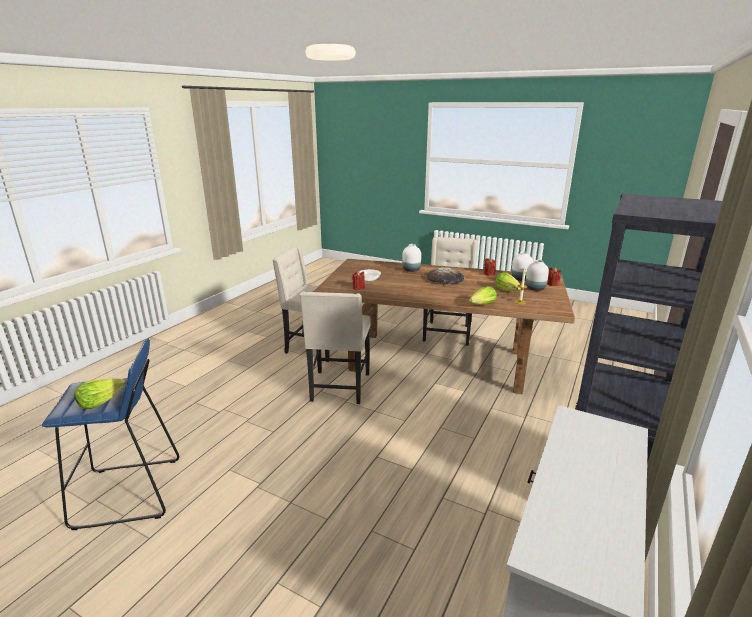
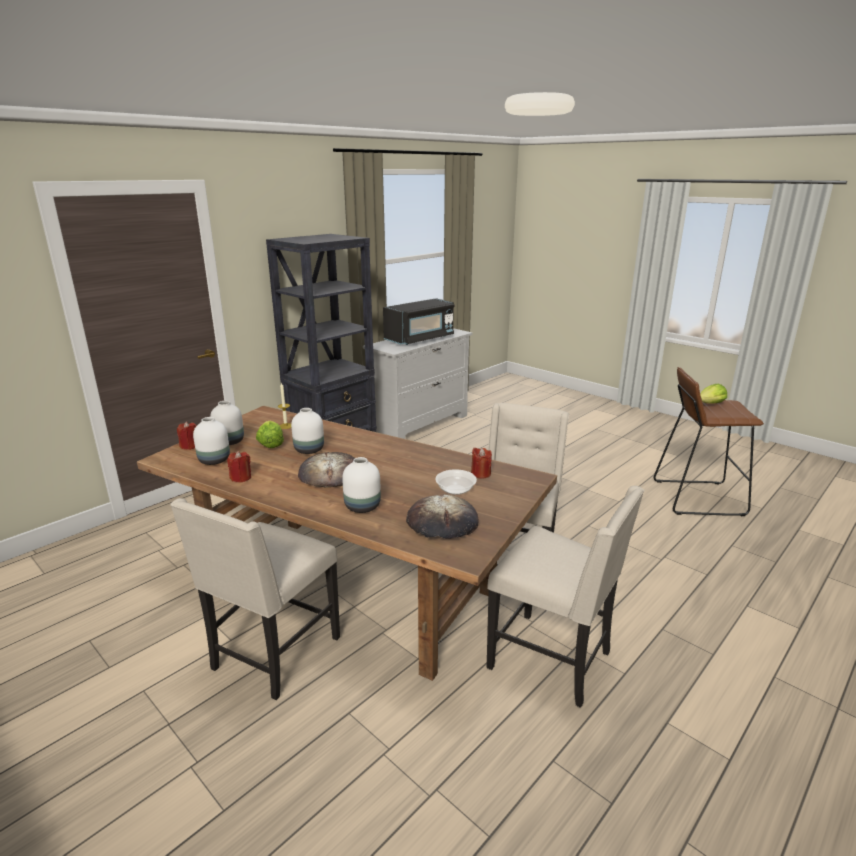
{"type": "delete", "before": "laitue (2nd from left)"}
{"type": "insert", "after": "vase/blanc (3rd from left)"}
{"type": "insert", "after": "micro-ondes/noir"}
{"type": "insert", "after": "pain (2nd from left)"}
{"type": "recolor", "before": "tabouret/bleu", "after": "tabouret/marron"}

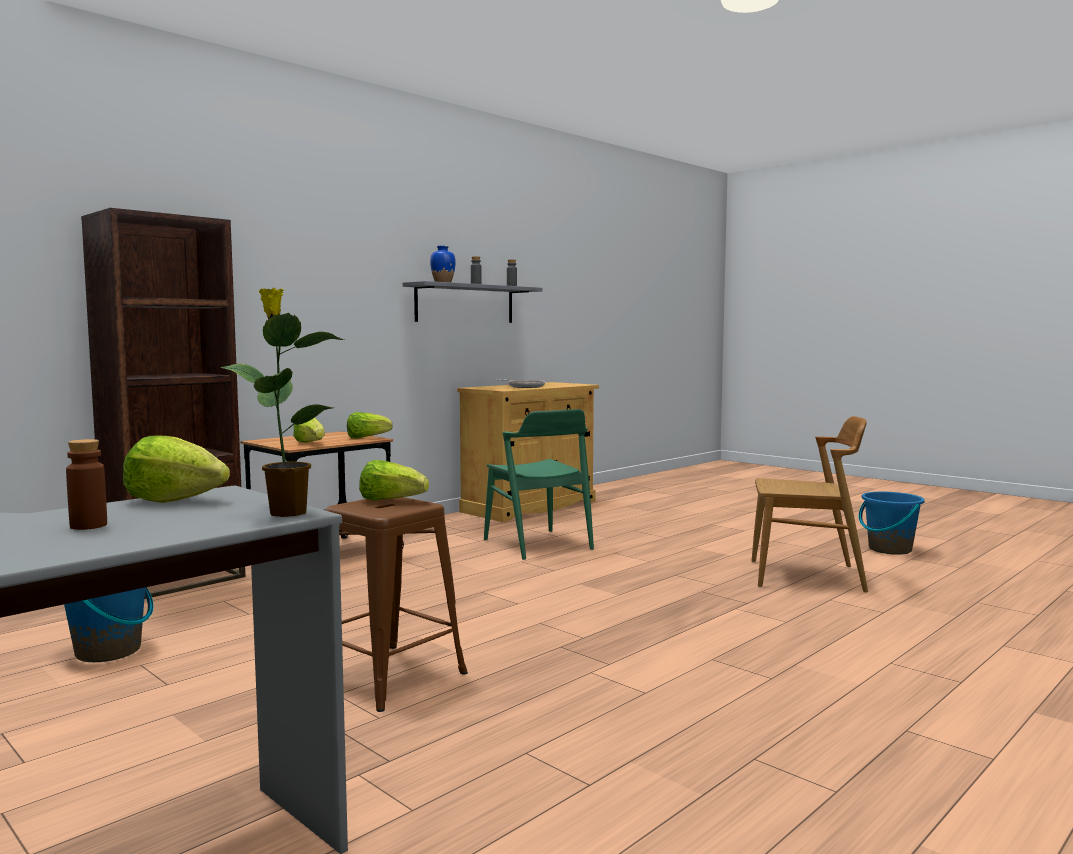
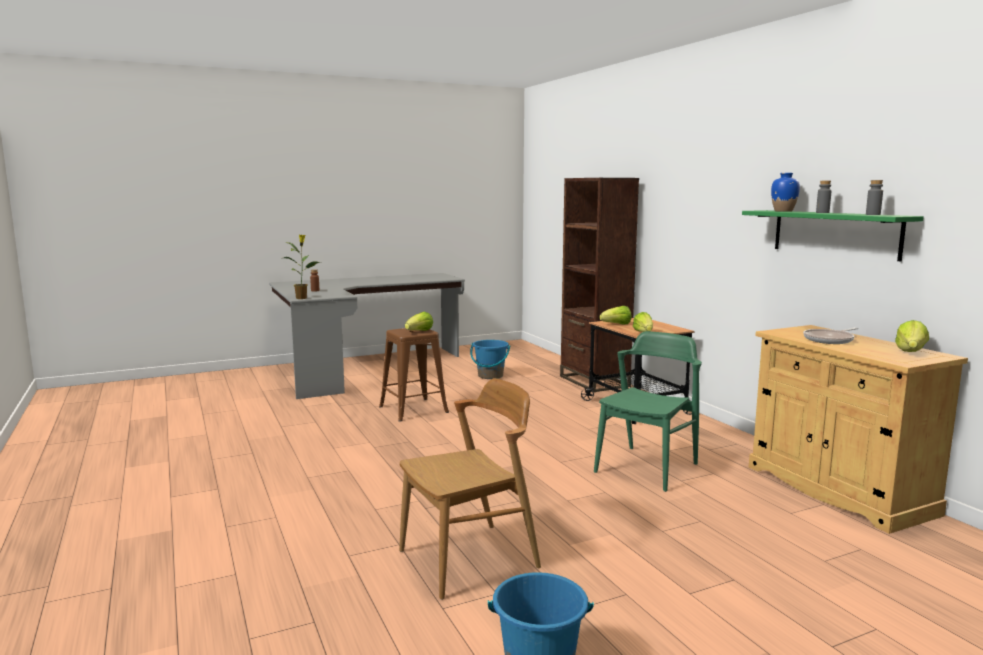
{"type": "move", "before": "laitue (1st from left in the first image)", "after": "laitue (4th from left)"}
{"type": "recolor", "before": "étagère/gris", "after": "étagère/vert"}
{"type": "rotate", "before": "chaise/vert", "turn": 135}
{"type": "rotate", "before": "chaise/marron", "turn": -150}

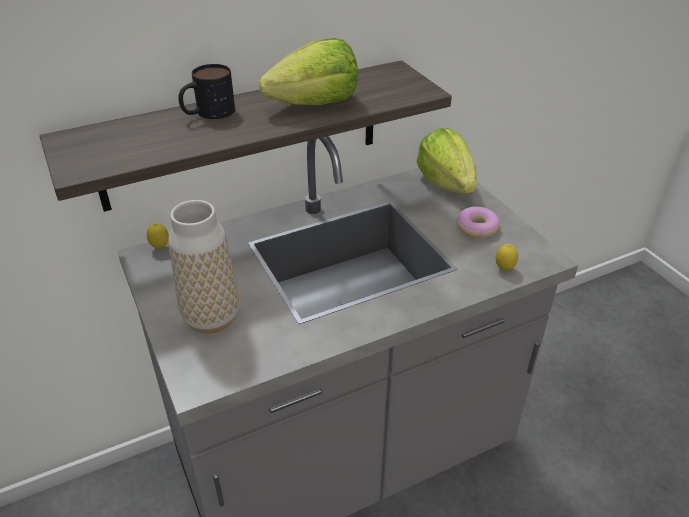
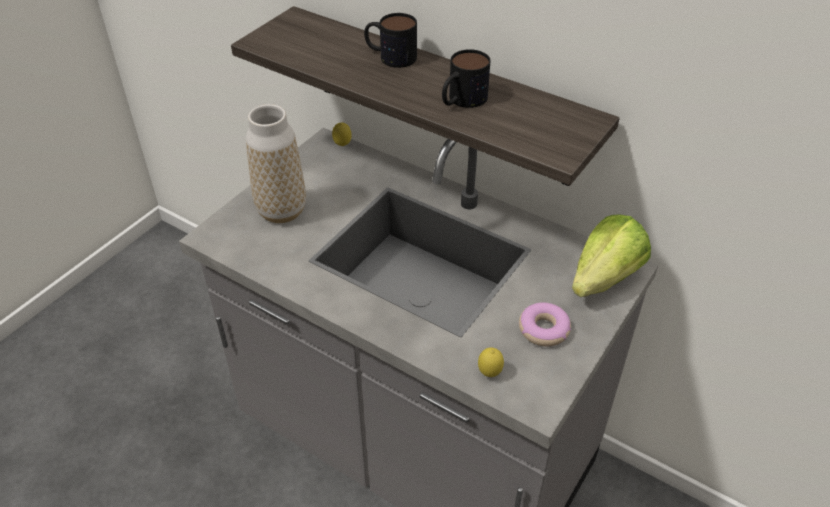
{"type": "replace", "before": "laitue (1st from left)", "after": "mug (2nd from left)"}

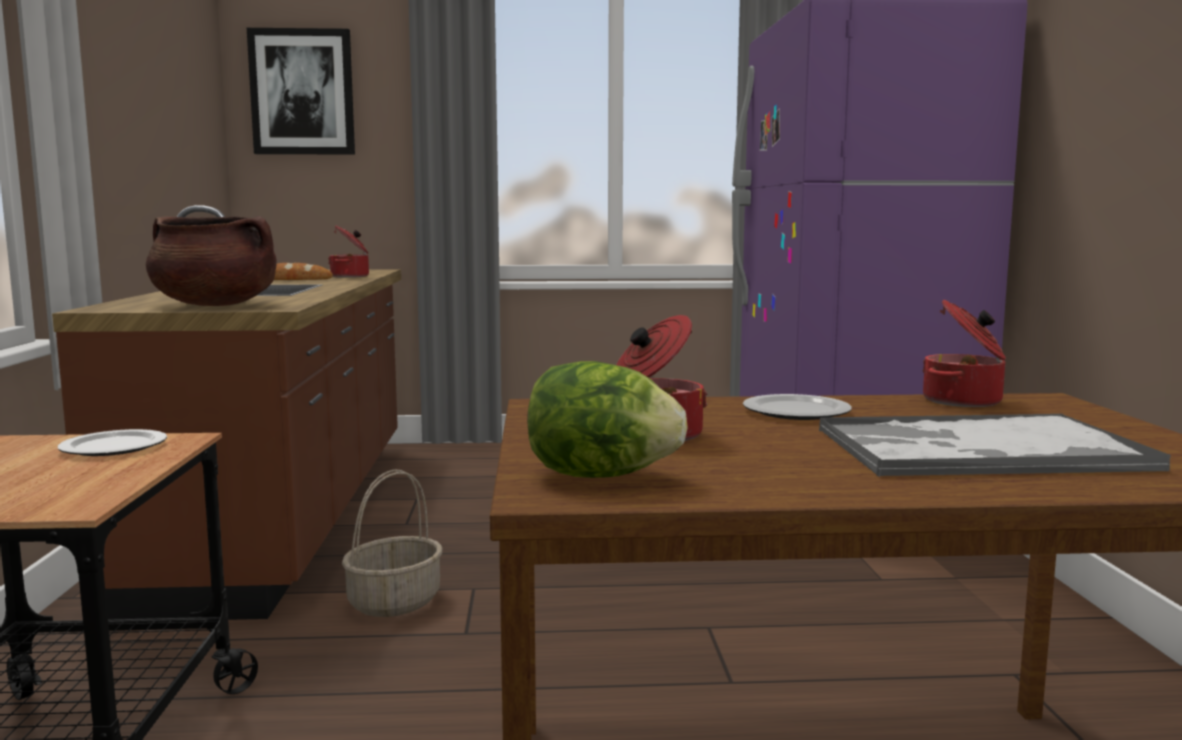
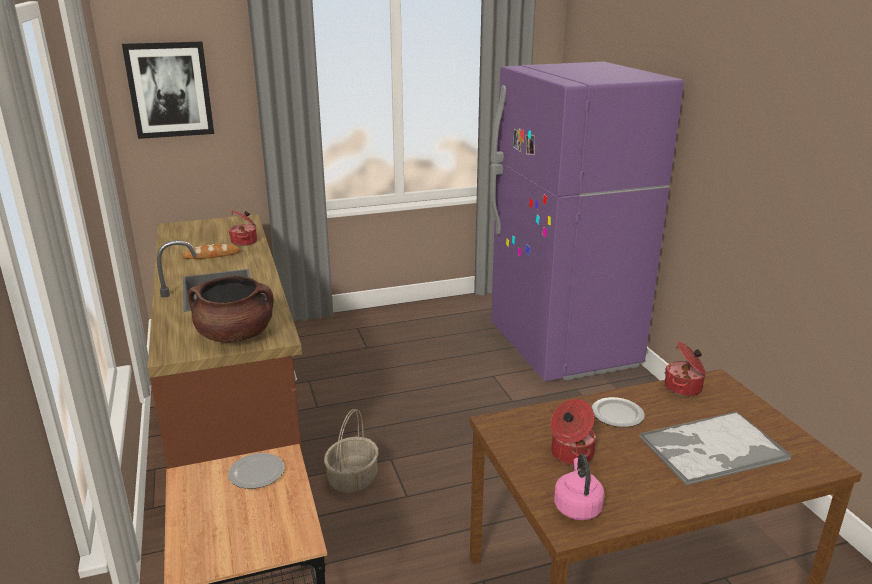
{"type": "replace", "before": "laitue", "after": "bouilloire/rose"}

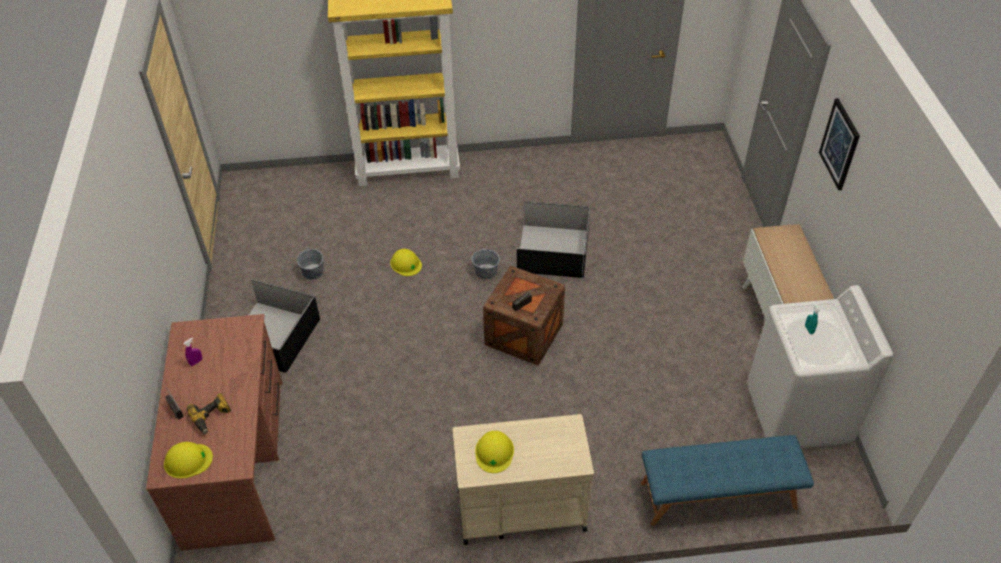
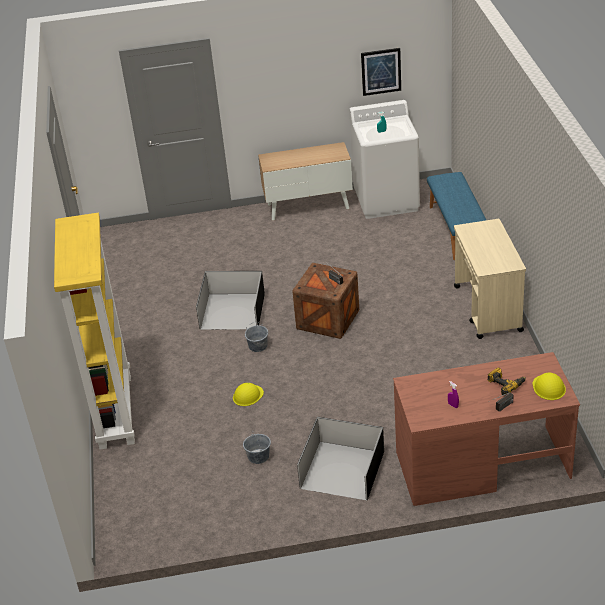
{"type": "delete", "before": "casque de chantier/jaune (3rd from left)"}
{"type": "move", "before": "tableau"}

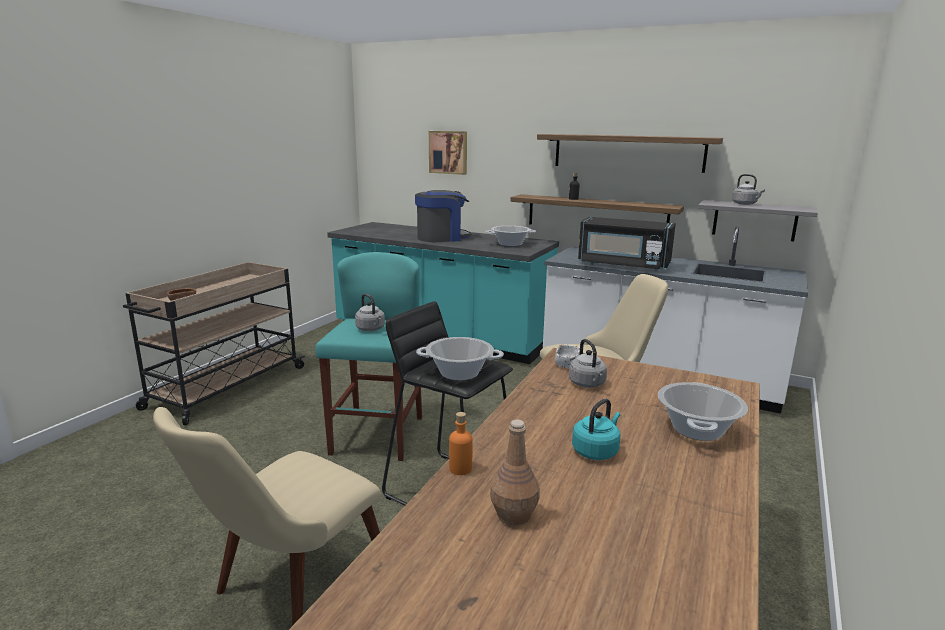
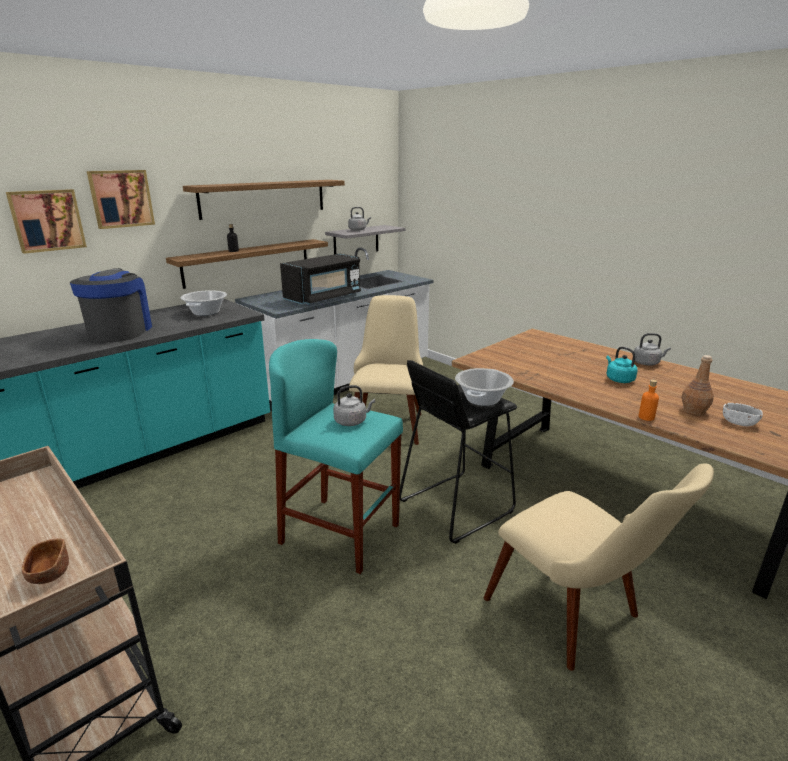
{"type": "delete", "before": "marmite (3rd from left)"}
{"type": "insert", "after": "tableau (2nd from left)"}
{"type": "move", "before": "bol/blanc"}
{"type": "move", "before": "bouilloire/gris (2nd from left in the first image)", "after": "bouilloire/gris (3rd from left)"}

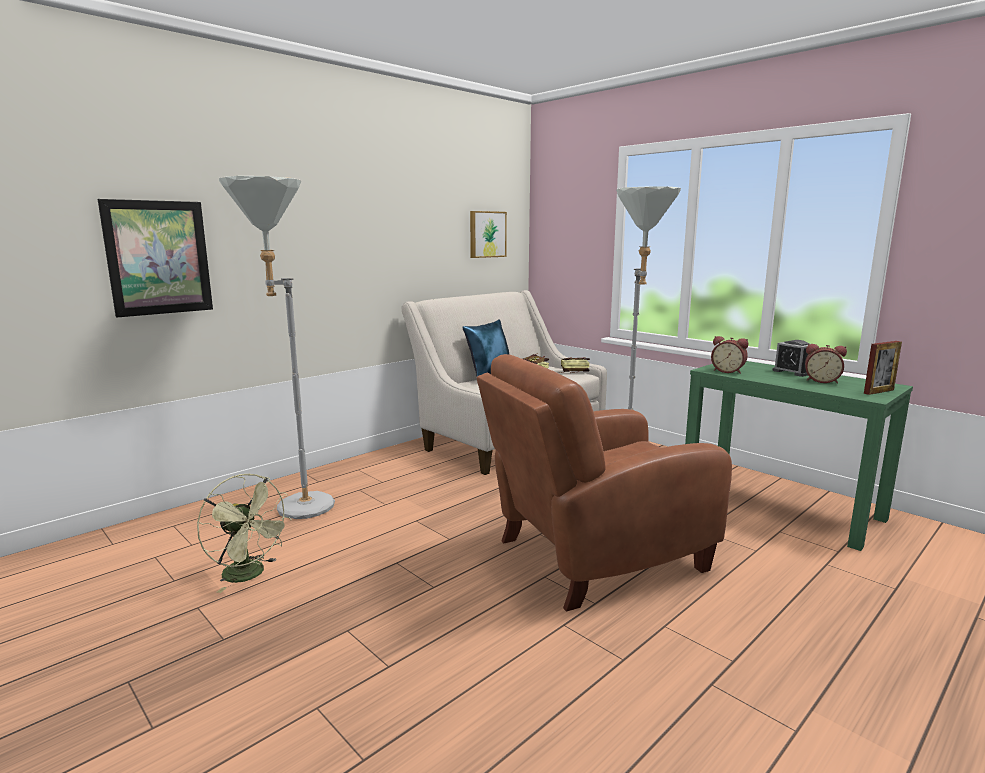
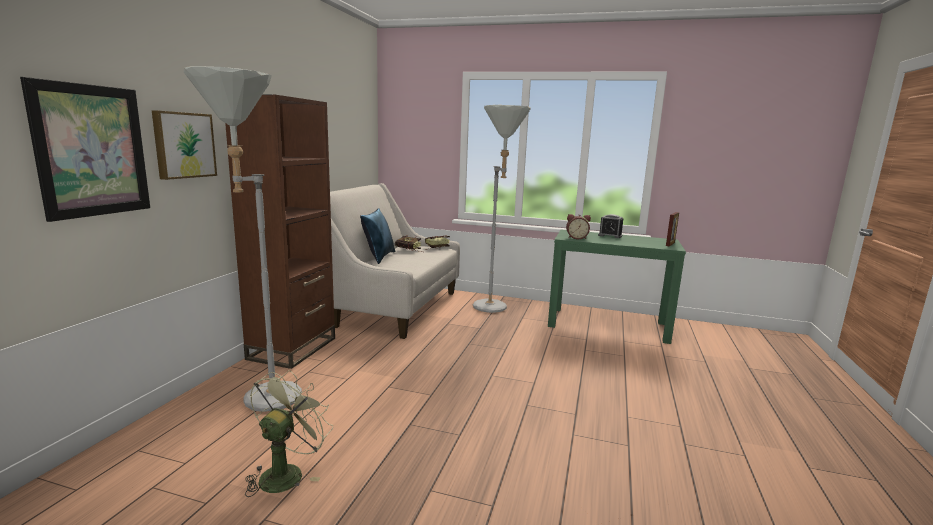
{"type": "delete", "before": "fauteuil/marron"}
{"type": "delete", "before": "réveil (3rd from left)"}
{"type": "insert", "after": "bibliothèque/marron"}
{"type": "move", "before": "tableau (2nd from left)"}
{"type": "rotate", "before": "ventilateur/vert", "turn": -75}

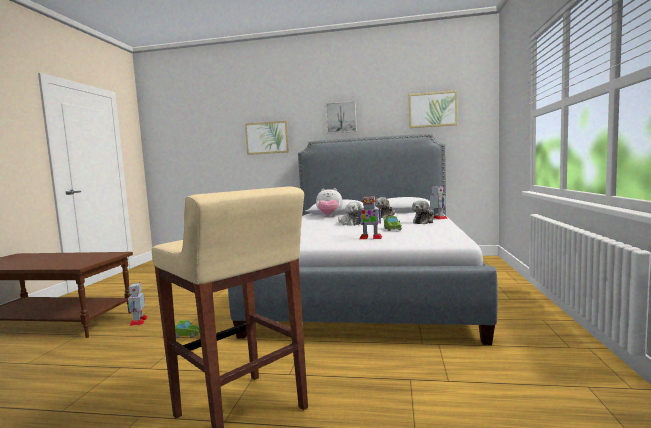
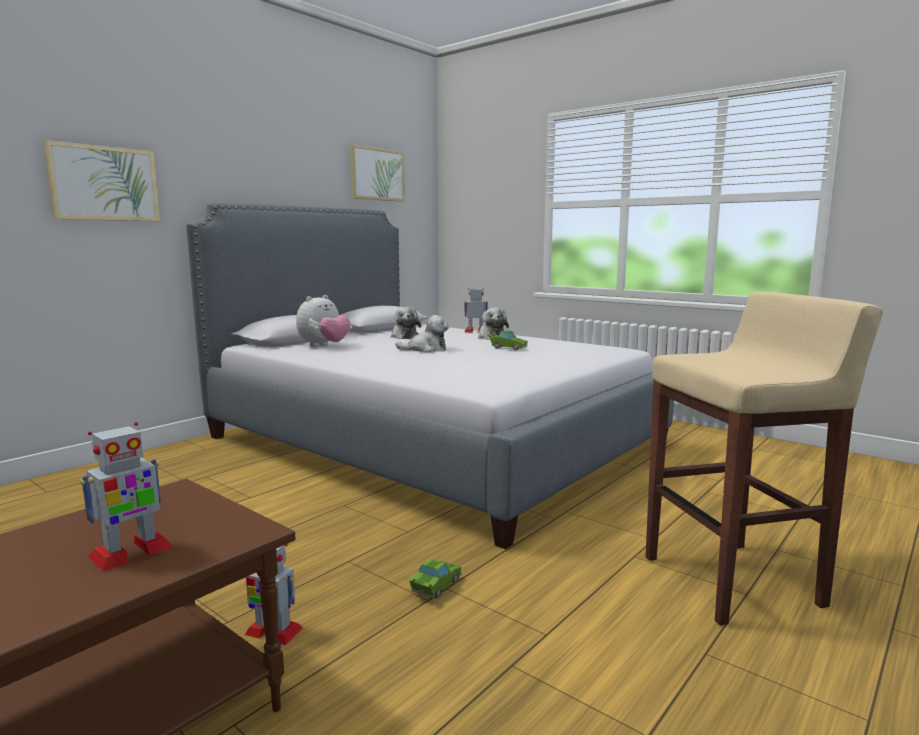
{"type": "delete", "before": "tableau (2nd from left)"}
{"type": "move", "before": "robot jouet (2nd from left in the first image)", "after": "robot jouet (1st from left)"}

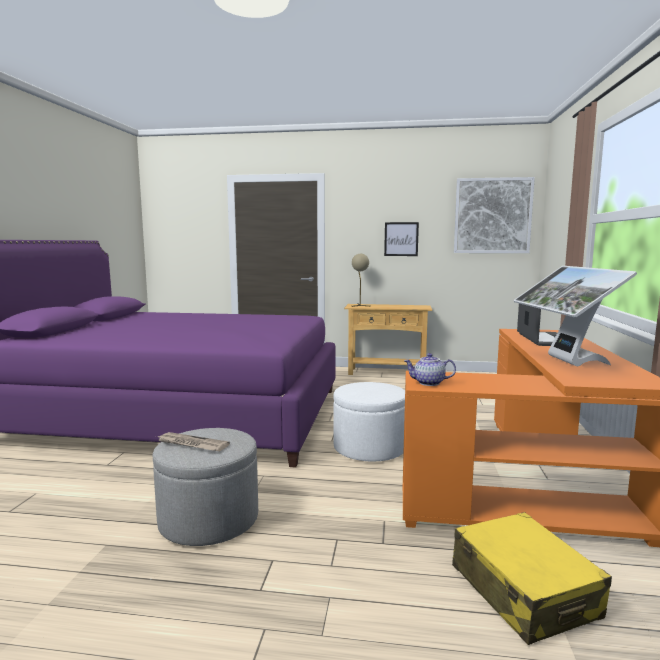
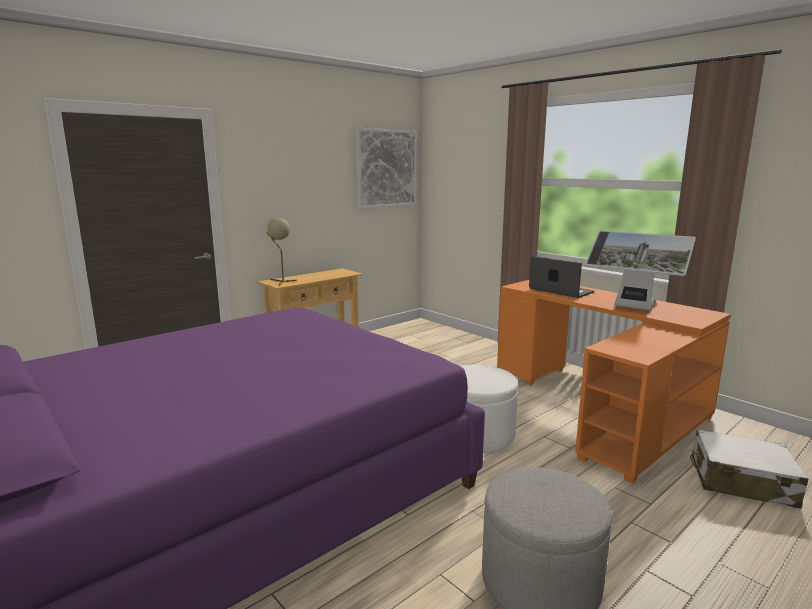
{"type": "delete", "before": "journal"}
{"type": "delete", "before": "tableau (1st from left)"}
{"type": "delete", "before": "théière"}
{"type": "recolor", "before": "valise/jaune", "after": "valise/blanc"}

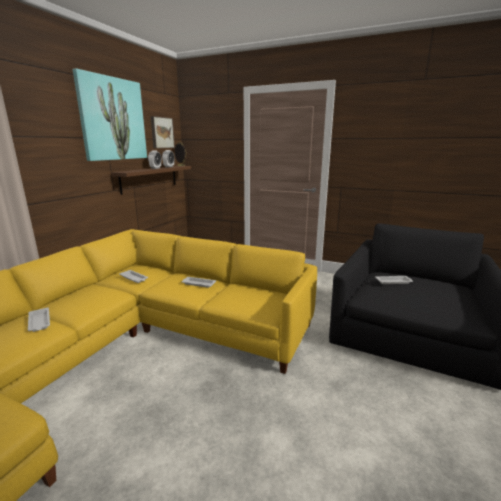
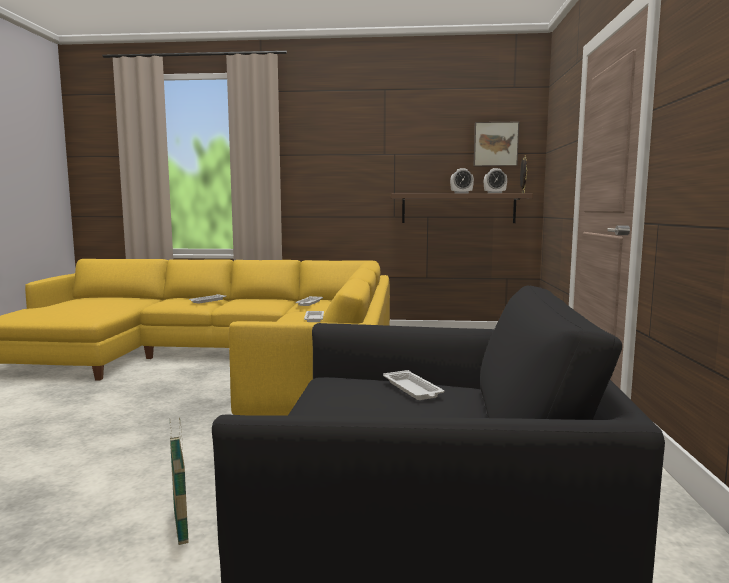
{"type": "delete", "before": "tableau (1st from left)"}
{"type": "insert", "after": "panier"}

